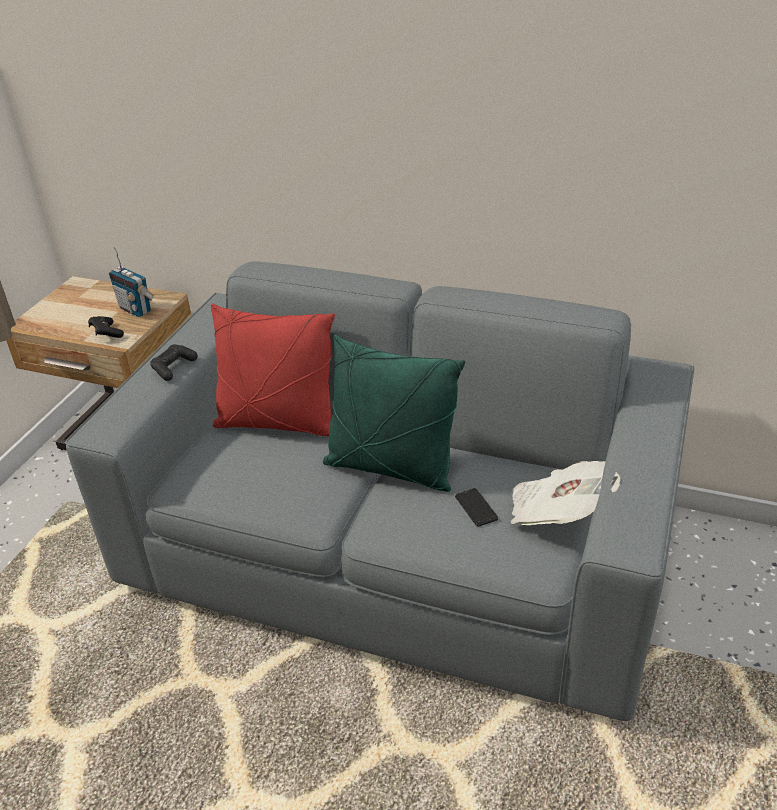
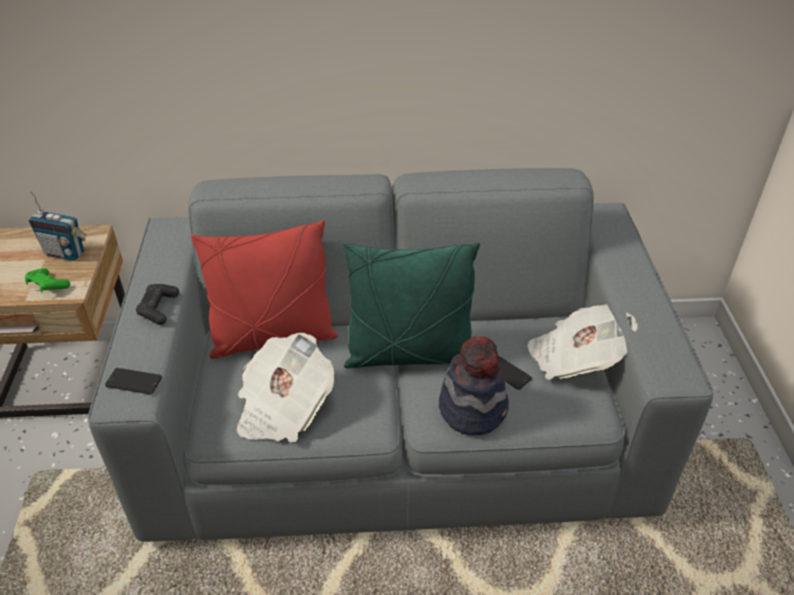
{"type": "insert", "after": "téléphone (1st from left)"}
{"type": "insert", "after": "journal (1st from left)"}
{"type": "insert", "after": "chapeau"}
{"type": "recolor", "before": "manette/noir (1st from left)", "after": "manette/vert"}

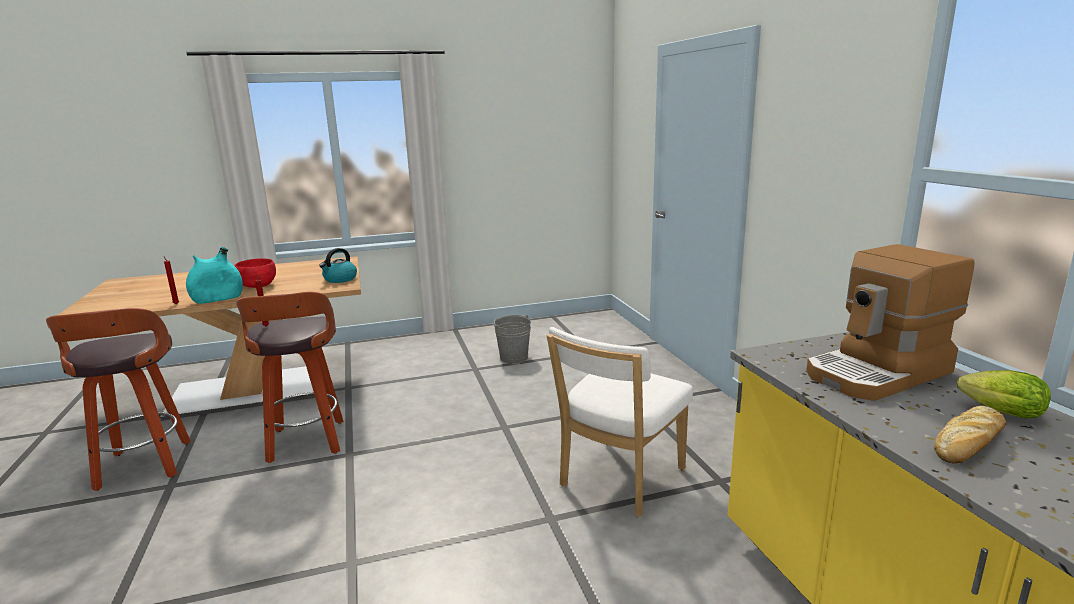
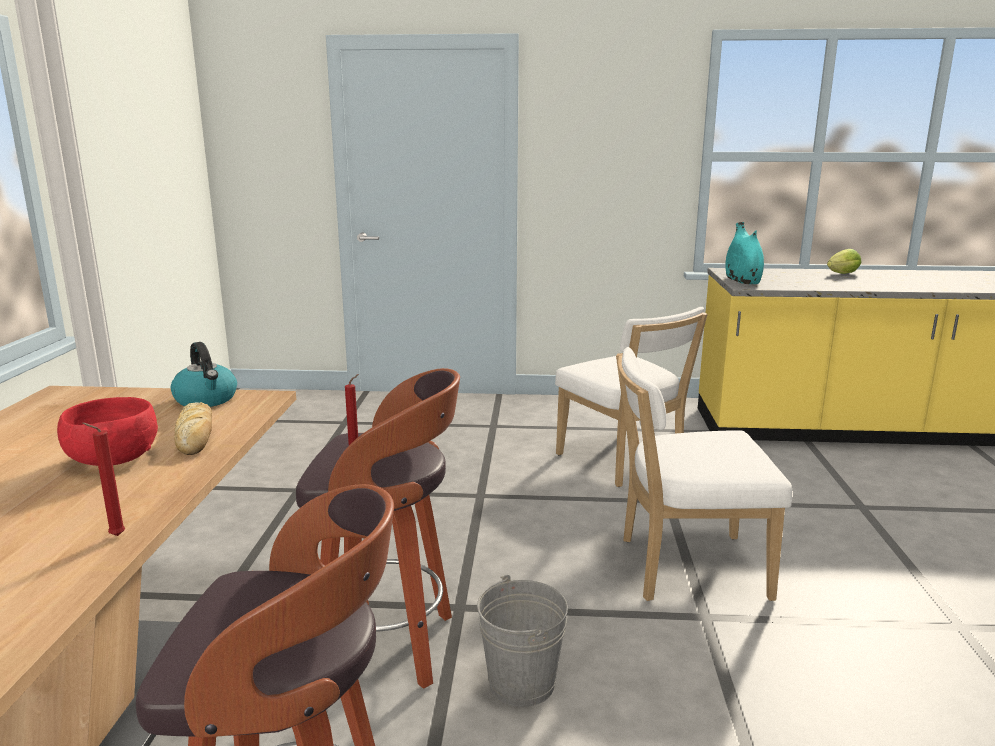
{"type": "delete", "before": "machine à café"}
{"type": "insert", "after": "chaise/blanc (2nd from left)"}
{"type": "move", "before": "vase/turquoise"}
{"type": "move", "before": "seau/gris"}
{"type": "move", "before": "pain"}

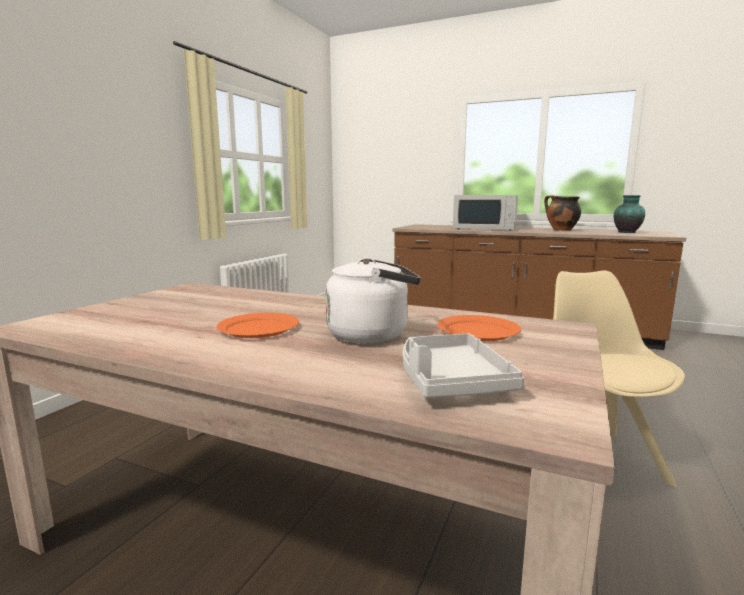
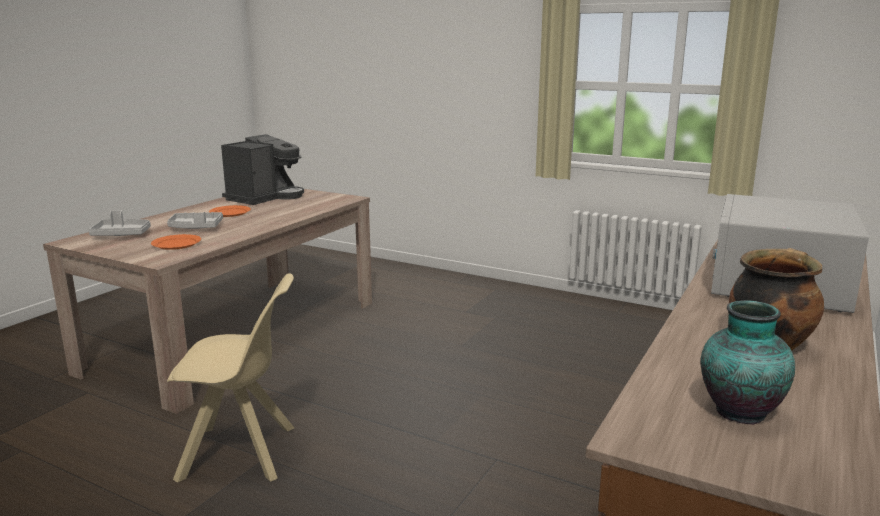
{"type": "insert", "after": "machine à café"}
{"type": "replace", "before": "bouilloire/blanc", "after": "plateau/gris (2nd from left)"}

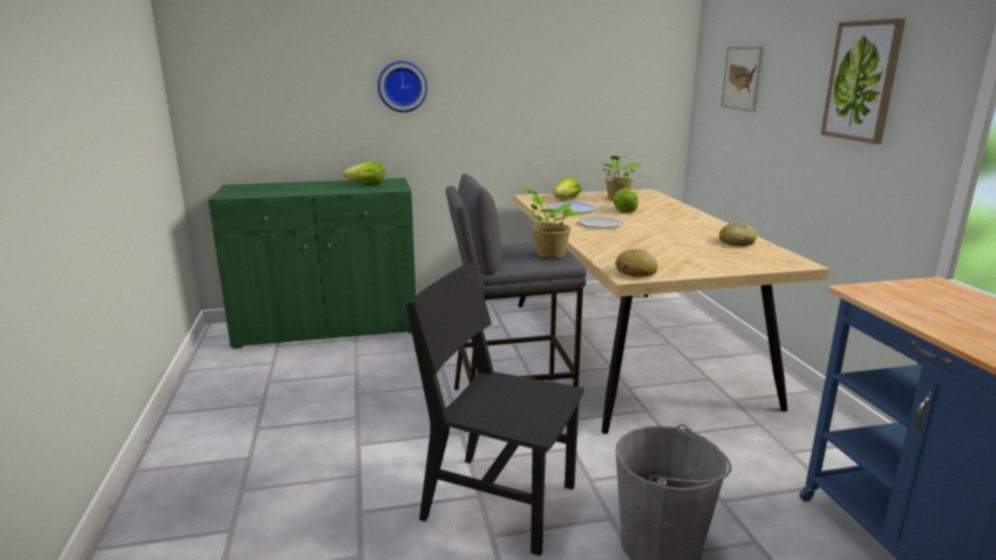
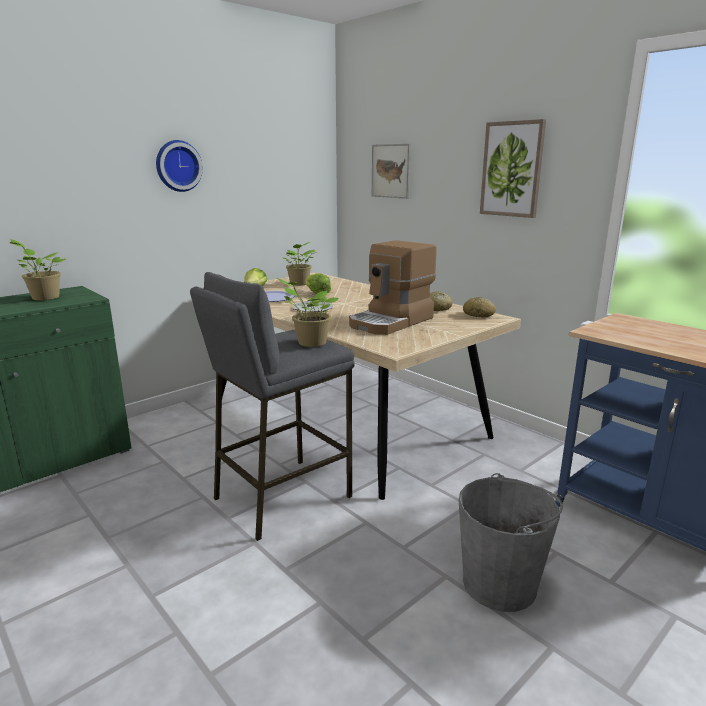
{"type": "delete", "before": "chaise/noir"}
{"type": "insert", "after": "machine à café"}
{"type": "move", "before": "horloge murale"}
{"type": "move", "before": "pain (1st from left in the first image)", "after": "pain (2nd from left)"}
{"type": "replace", "before": "laitue (1st from left)", "after": "plante en pot (1st from left)"}

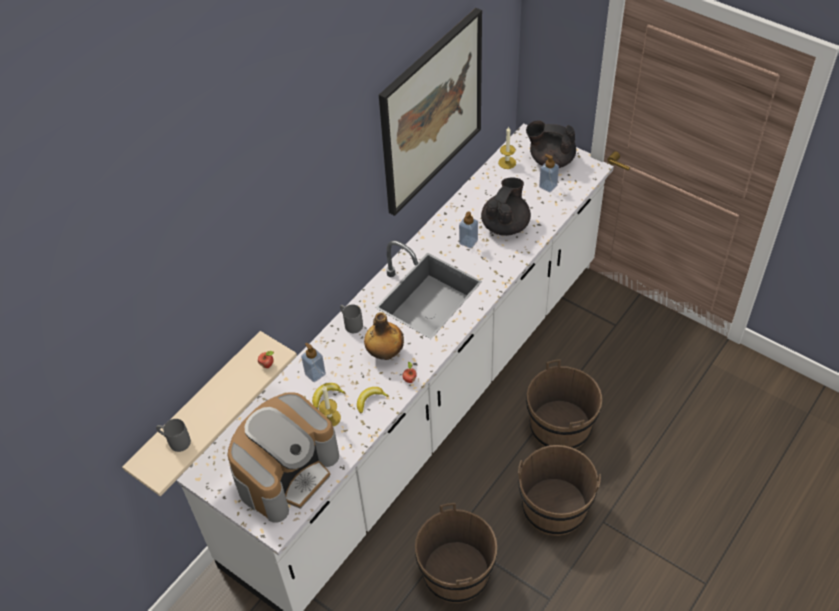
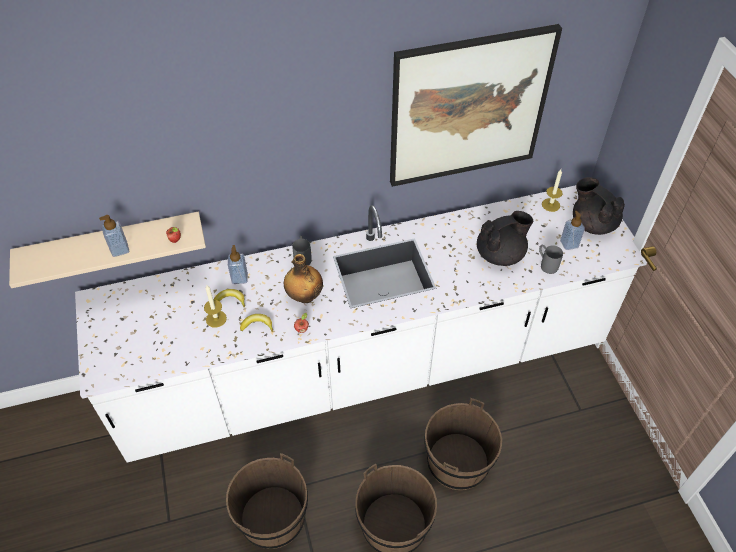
{"type": "delete", "before": "machine à café"}
{"type": "move", "before": "mug/gris (1st from left in the first image)", "after": "mug/gris (2nd from left)"}
{"type": "move", "before": "distributeur de savon (2nd from left in the first image)", "after": "distributeur de savon (1st from left)"}

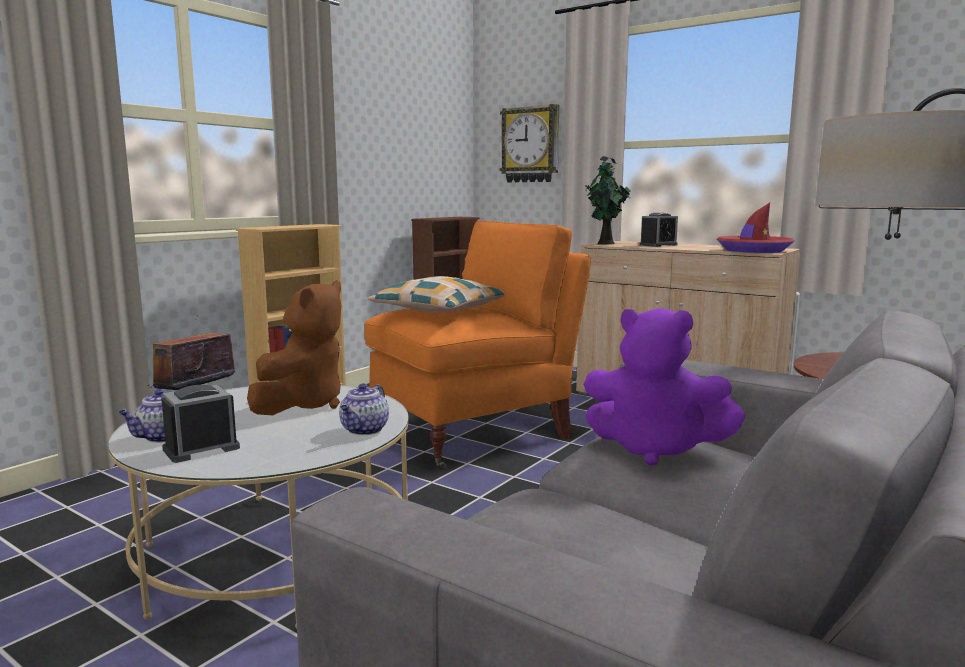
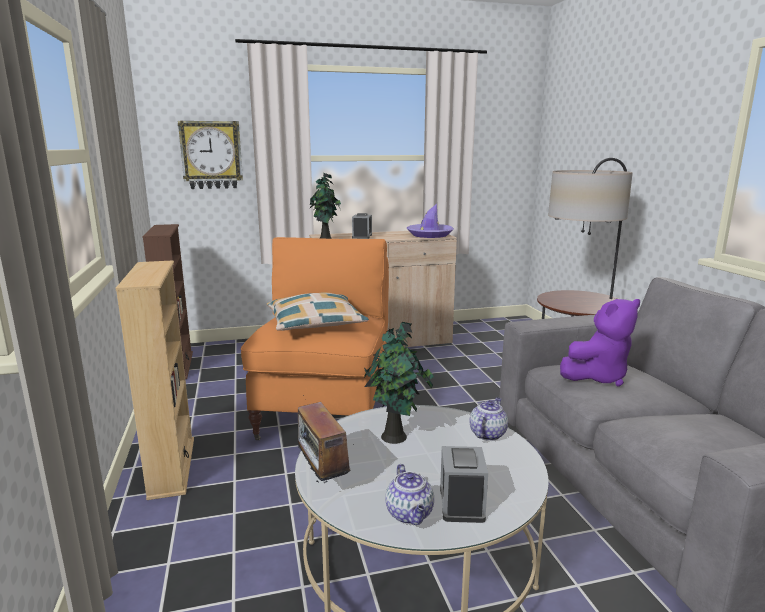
{"type": "replace", "before": "peluche/marron", "after": "plante en pot (2nd from left)"}
{"type": "recolor", "before": "chapeau/rouge", "after": "chapeau/violet"}
{"type": "rotate", "before": "théière (2nd from left)", "turn": -120}

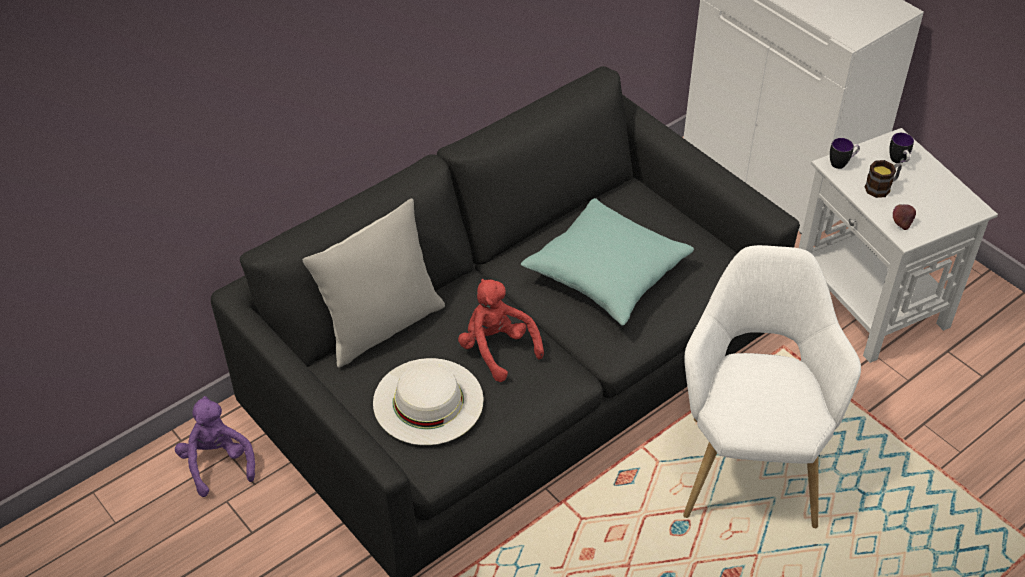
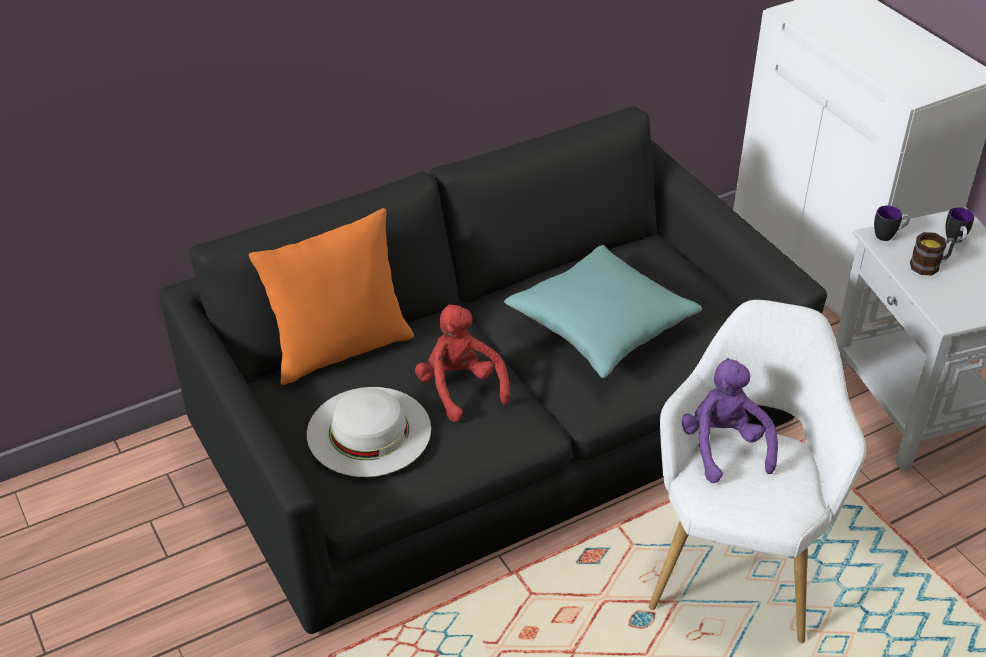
{"type": "delete", "before": "pomme"}
{"type": "move", "before": "peluche/violet"}
{"type": "recolor", "before": "coussin/gris", "after": "coussin/orange"}

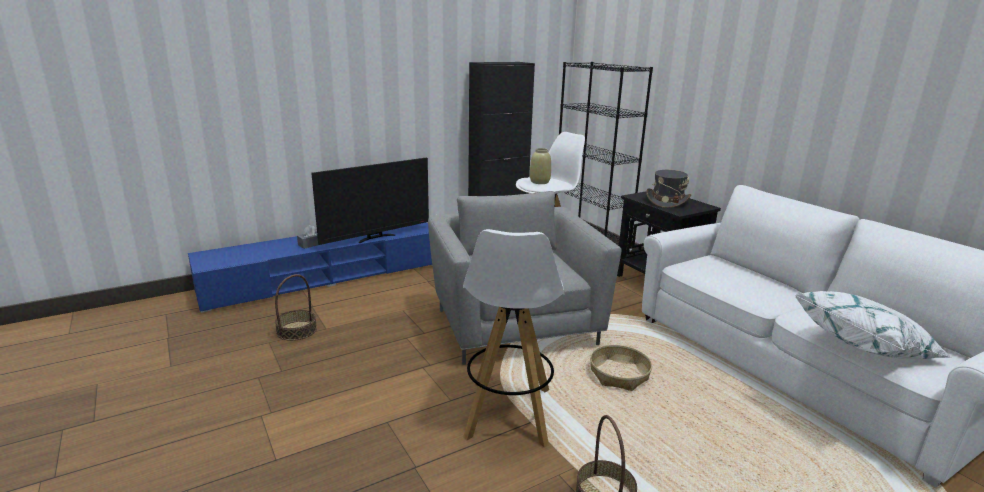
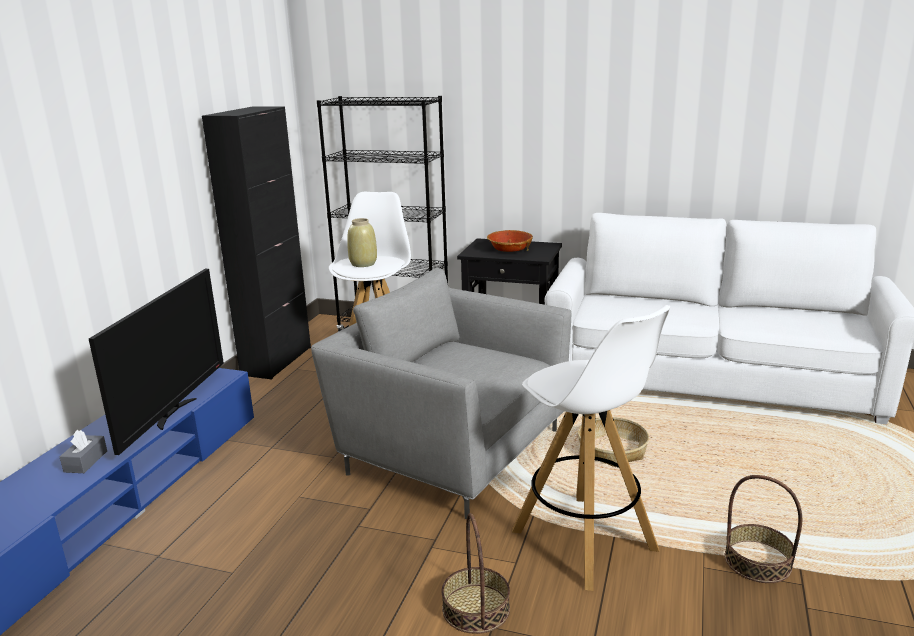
{"type": "delete", "before": "coussin/blanc"}
{"type": "move", "before": "panier (1st from left)"}
{"type": "replace", "before": "chapeau/gris", "after": "bol"}

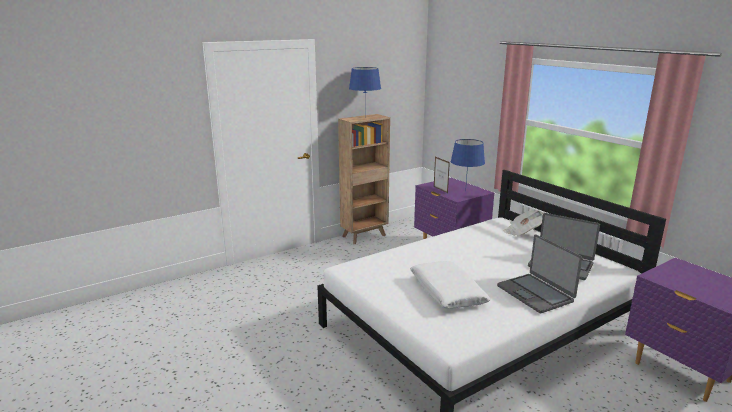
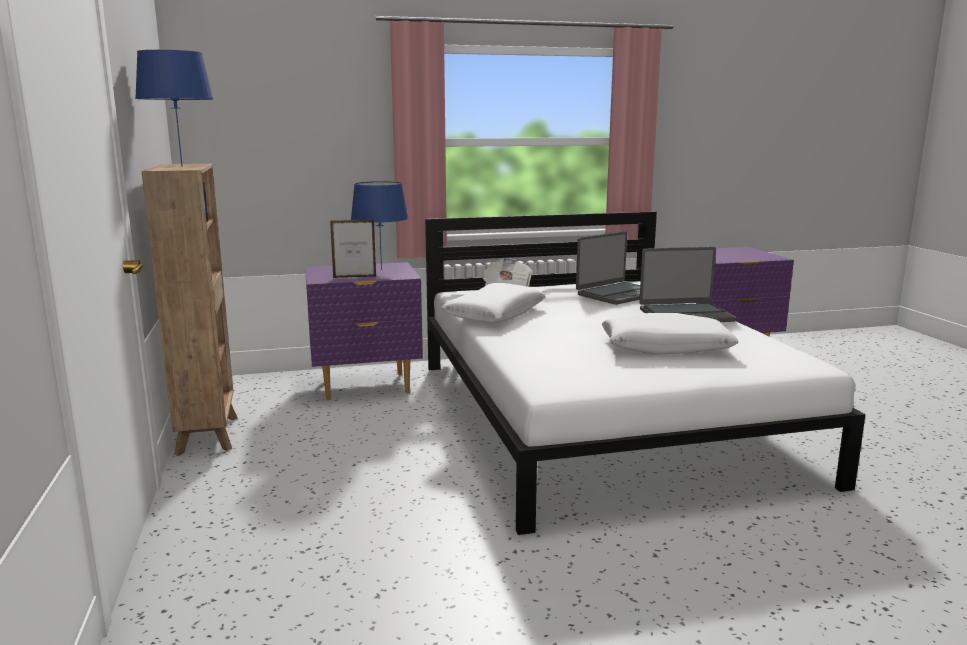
{"type": "insert", "after": "coussin/blanc (1st from left)"}

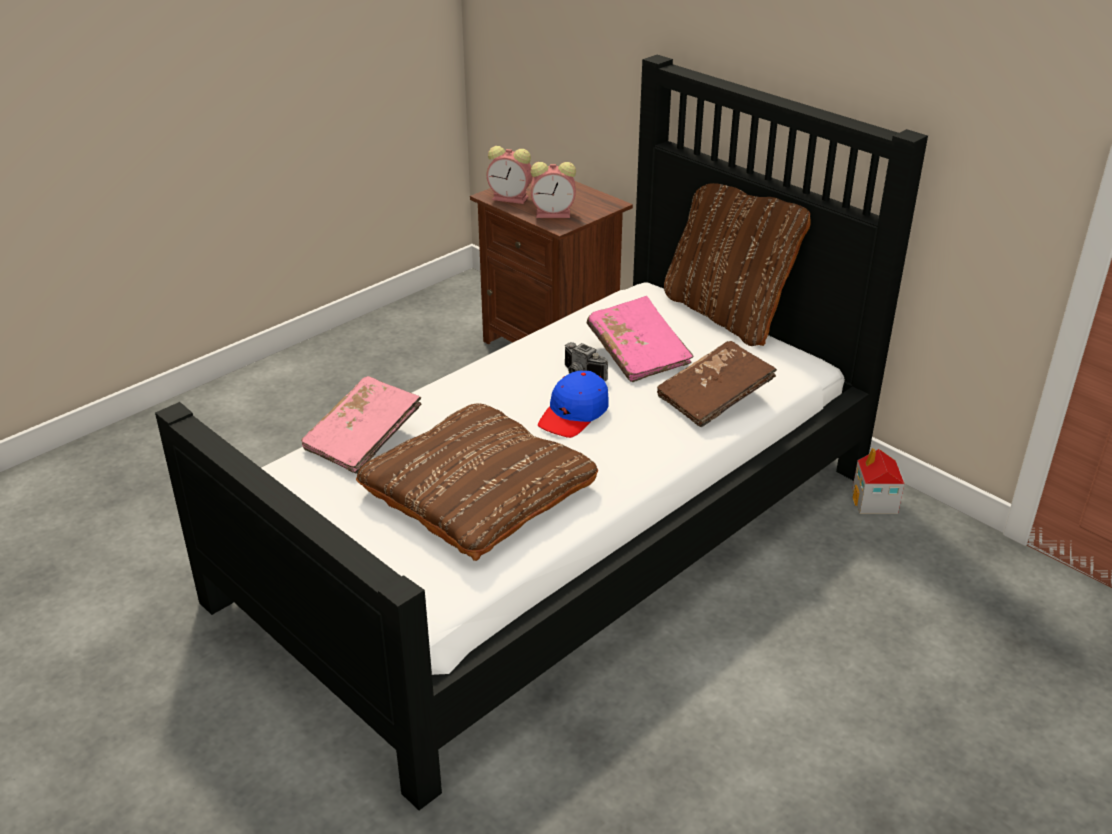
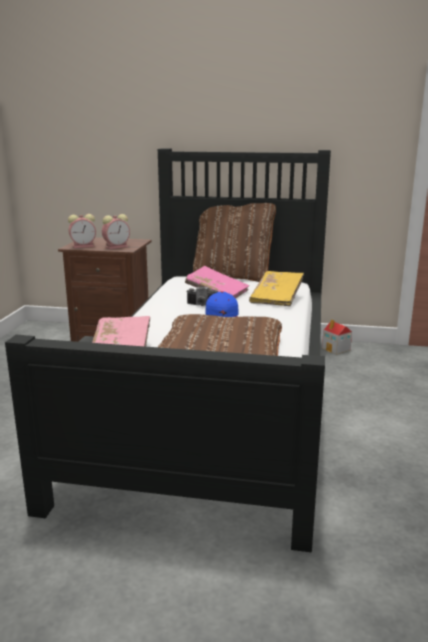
{"type": "recolor", "before": "livre/marron", "after": "livre/jaune"}

